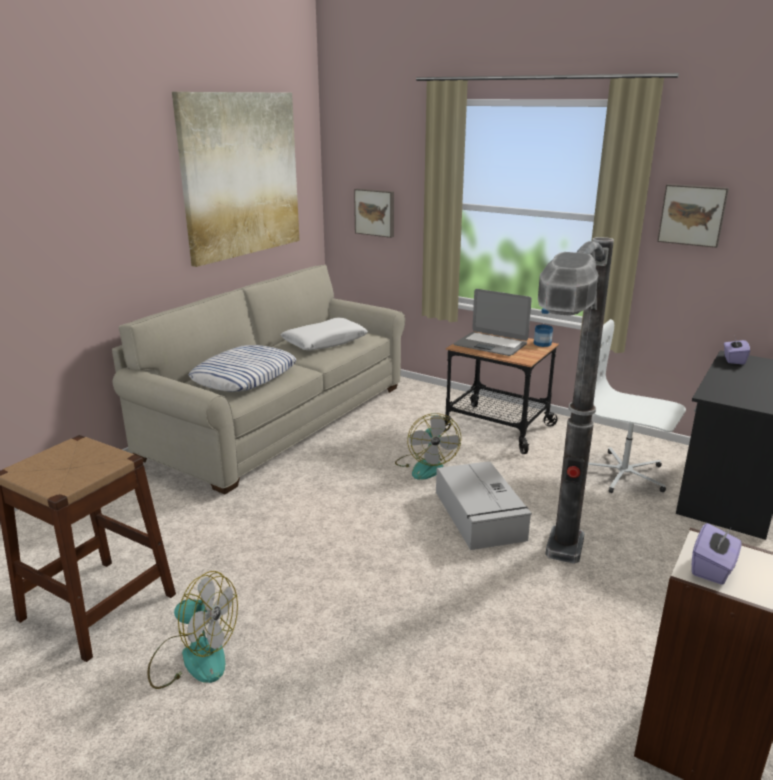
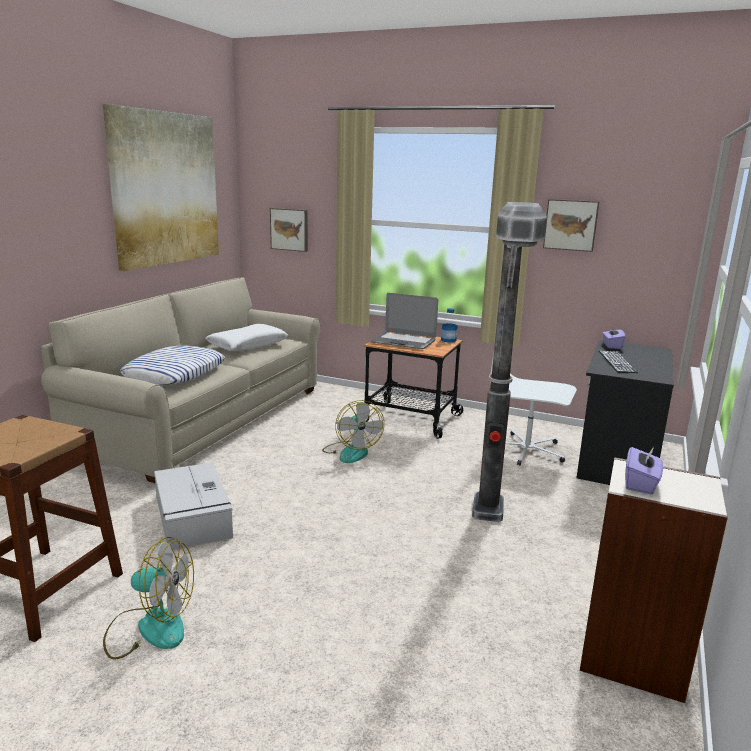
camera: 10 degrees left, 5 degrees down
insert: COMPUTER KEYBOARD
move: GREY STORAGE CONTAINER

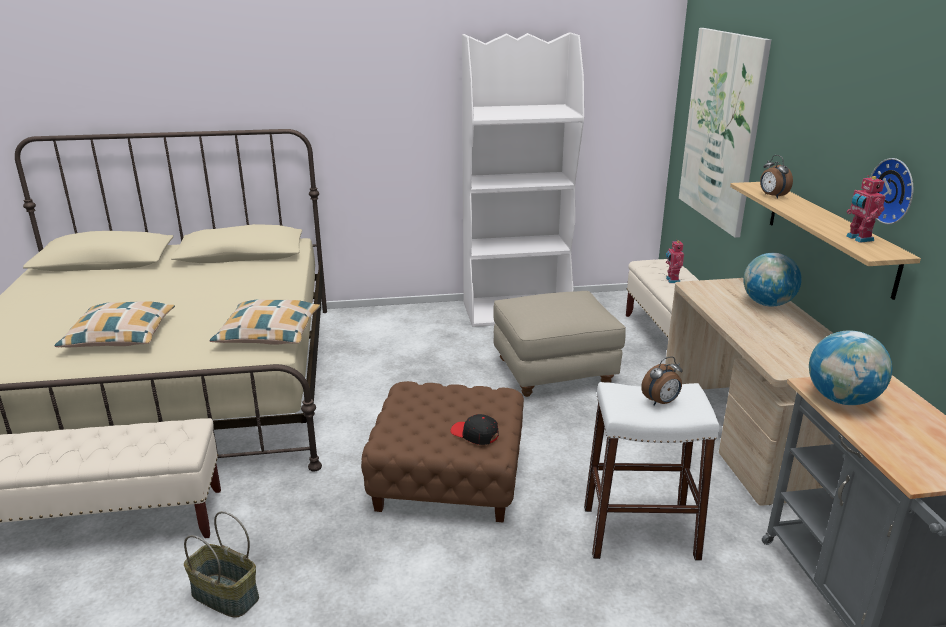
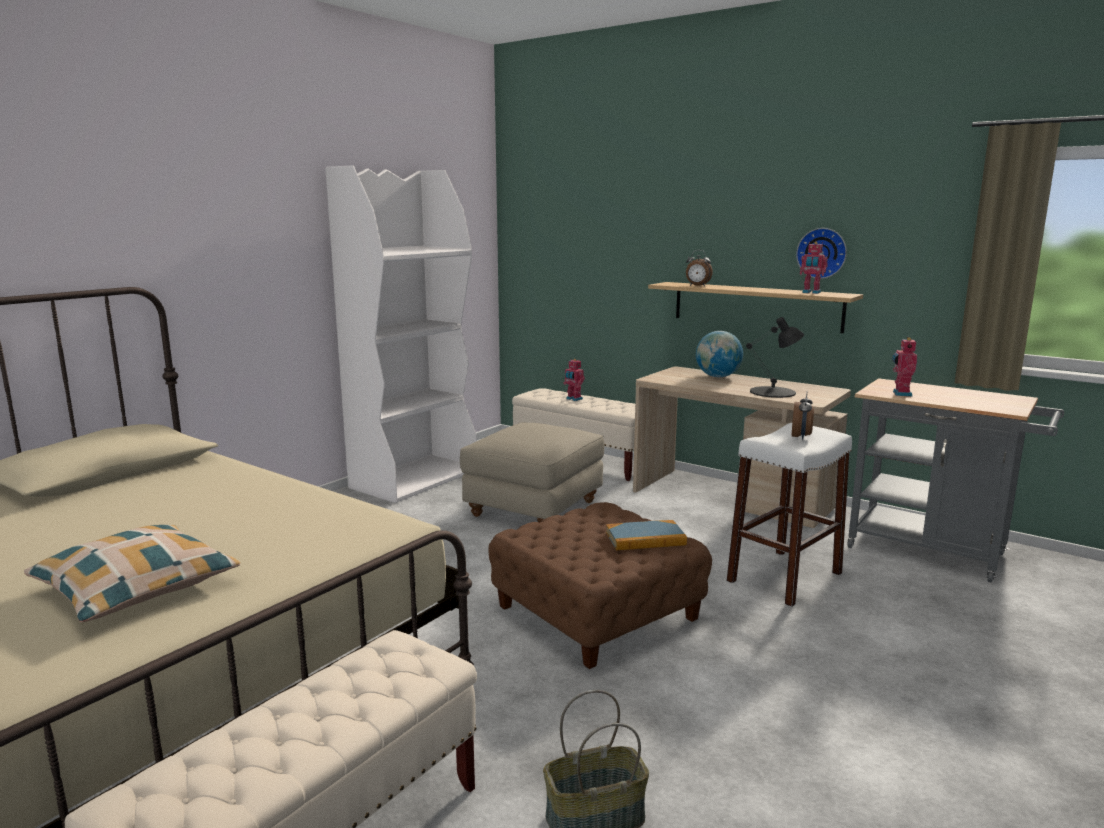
camera: 45 degrees left, 10 degrees down
delete: THROW PILLOW (2nd from left); PICTURE
insert: BLACK LAMP FOR A TABLE
replace: BLACK BASEBALL CAP to BOOK; DESK GLOBE (2nd from left) to TOY ROBOT (3rd from left)

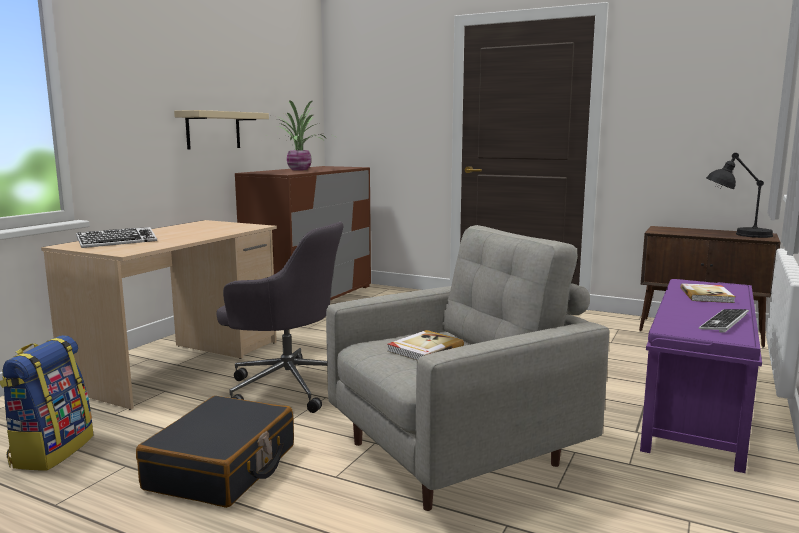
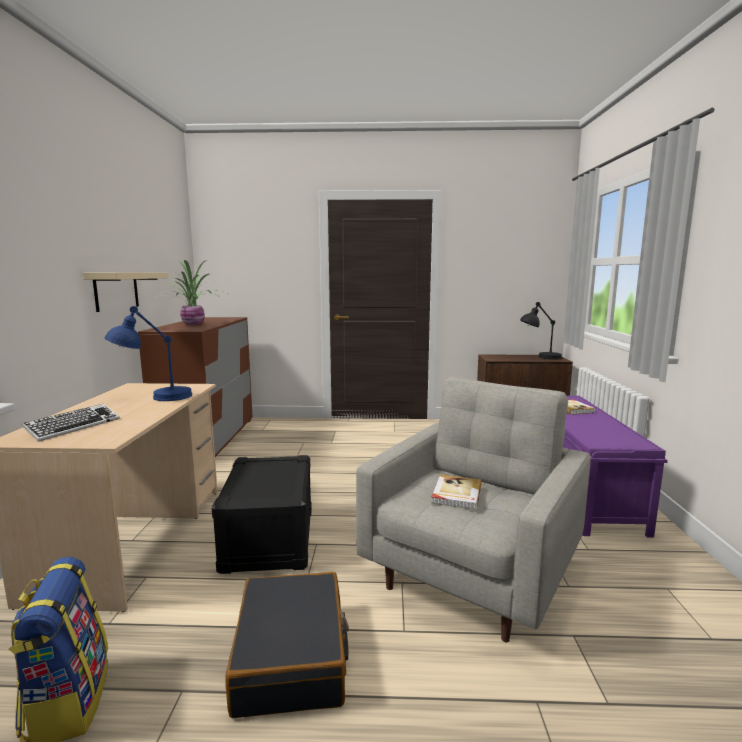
camera: 25 degrees left, 0 degrees up
delete: COMPUTER KEYBOARD (2nd from left)
insert: BLUE-COLOURED LAMP FOR A TABLE
replace: GREY DESK CHAIR to BLACK STORAGE CONTAINER

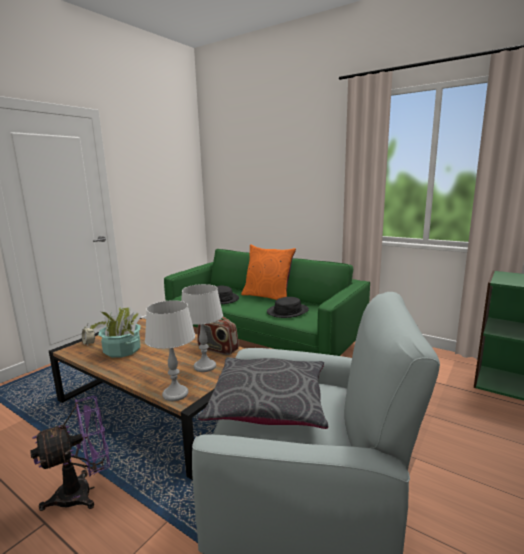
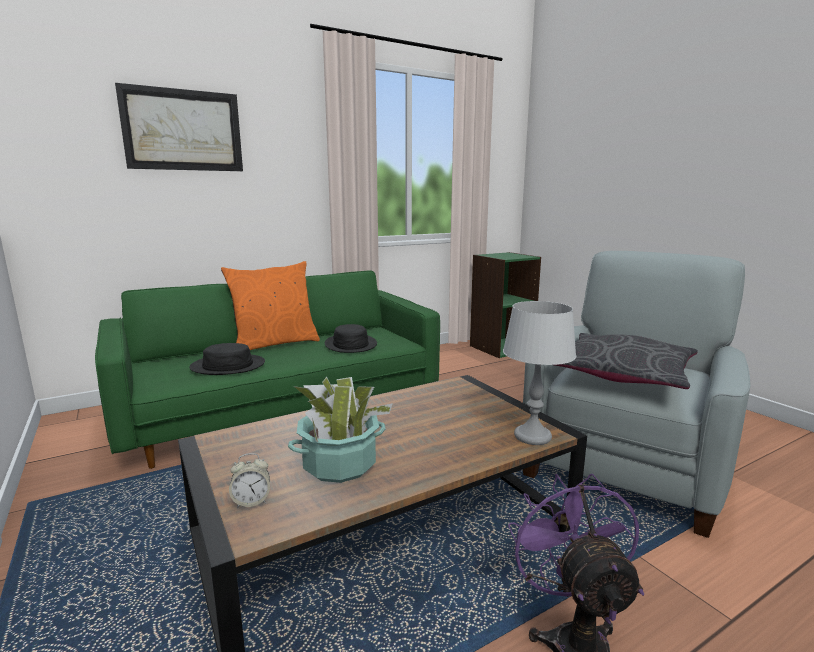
camera: 65 degrees left, 0 degrees up
delete: GREY LAMP FOR A TABLE (2nd from left); RADIO SET
insert: PICTURE

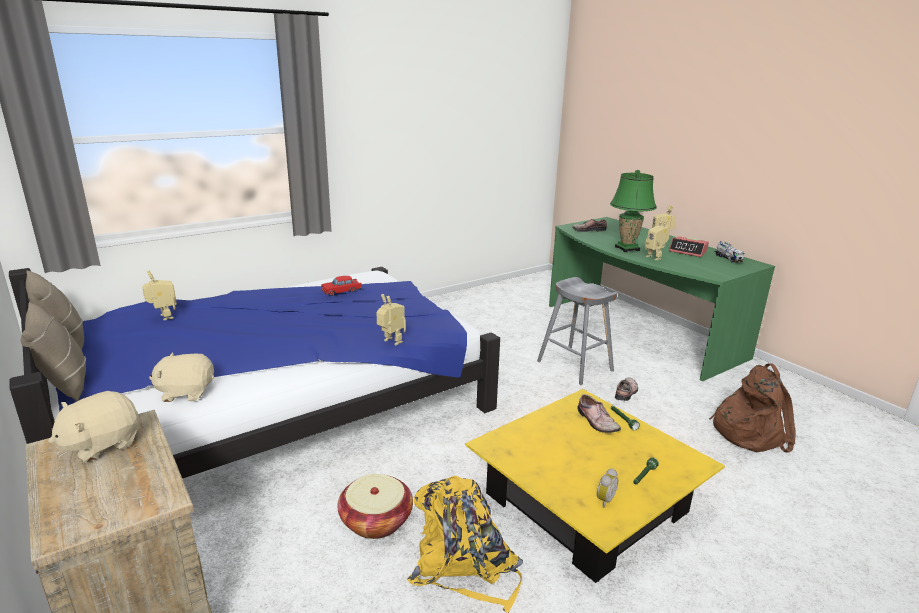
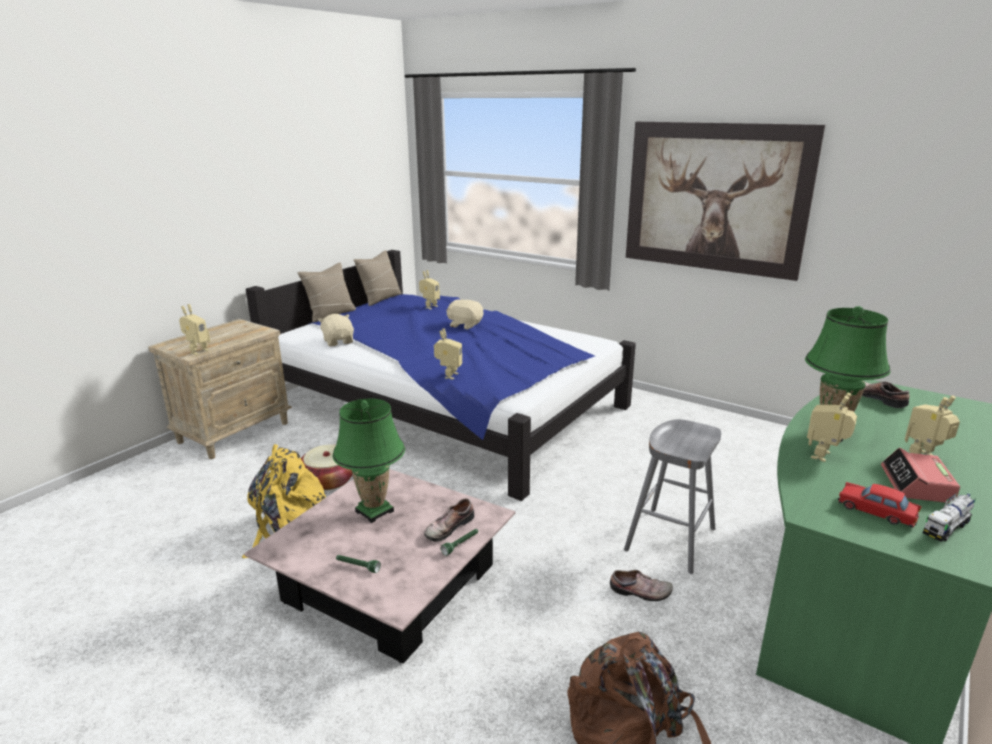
camera: 70 degrees right, 0 degrees up
delete: BEDSIDE CLOCK (1st from left)
insert: TOY ROBOT (1st from left); GREEN-COLOURED LAMP FOR A TABLE (1st from left); PICTURE
move: BEIGE-COLOURED CUDDLY TOY (1st from left in the first image) to BEIGE-COLOURED CUDDLY TOY (2nd from left); REDDISH MODEL CAR
recolor: YELLOW LOUNGE TABLE to PINKISH LOUNGE TABLE

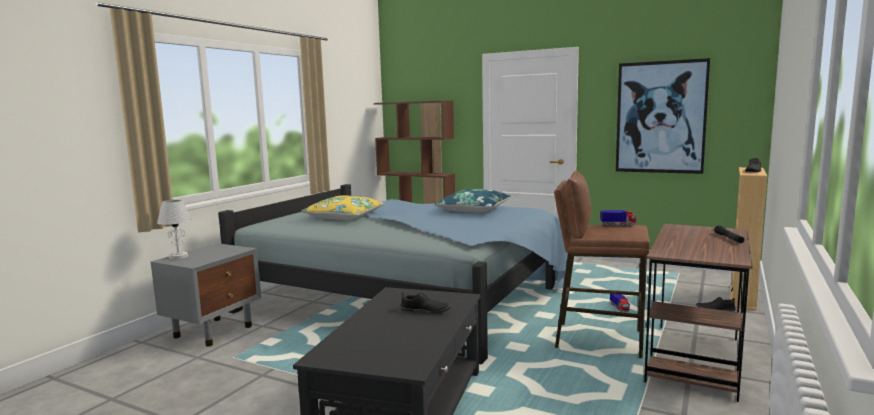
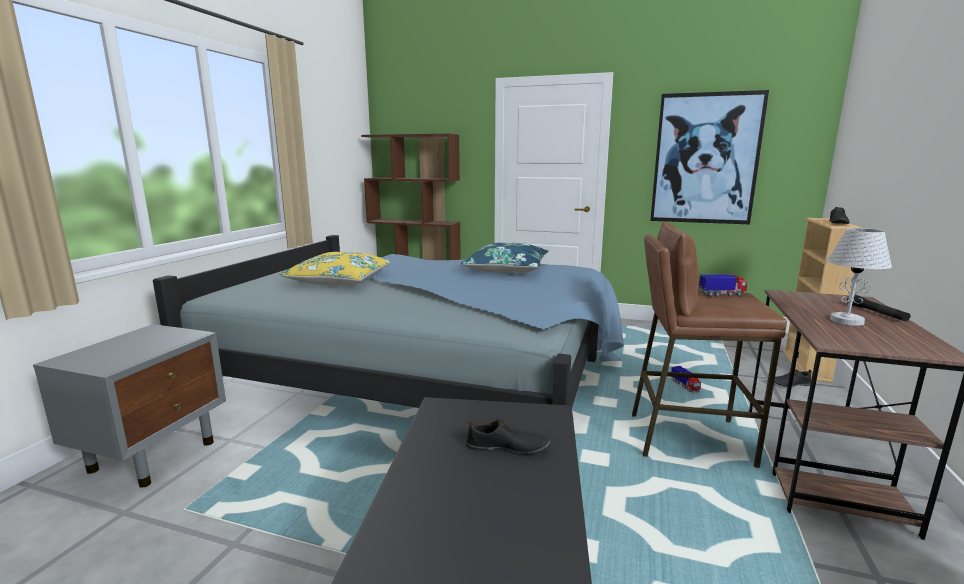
camera: 10 degrees left, 5 degrees up
move: WHITISH LAMP FOR A TABLE

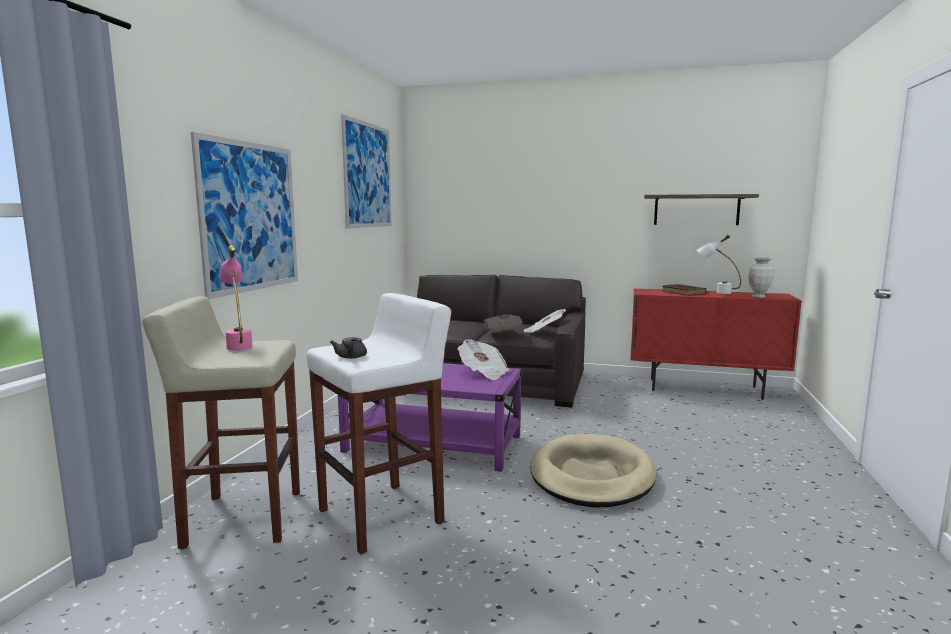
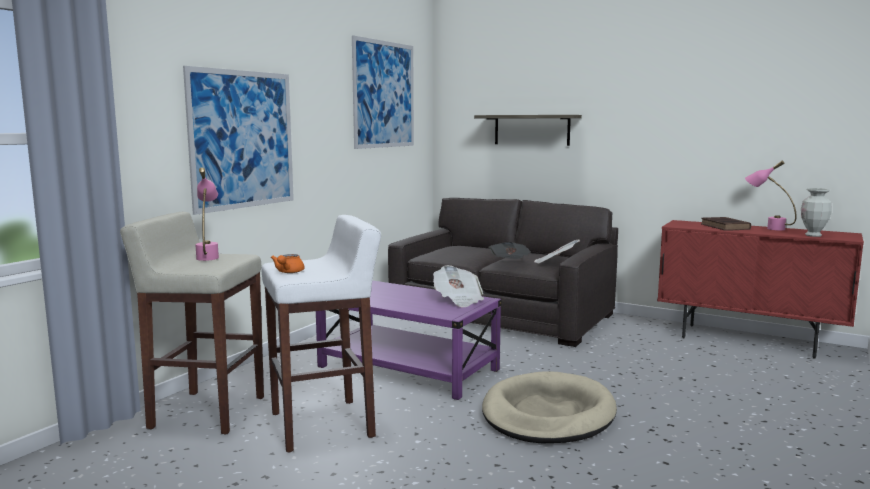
camera: 15 degrees right, 0 degrees up
move: SHELF
recolor: GREY TEAPOT to ORANGEY TEAPOT; WHITISH LAMP FOR A TABLE to PINKISH LAMP FOR A TABLE (2nd from left)

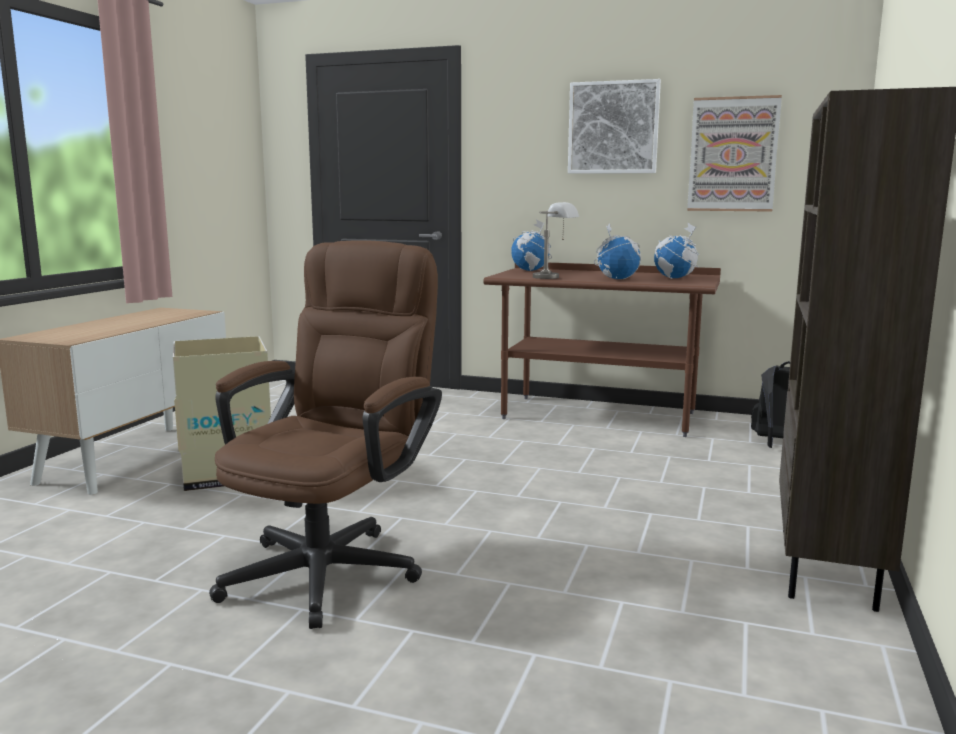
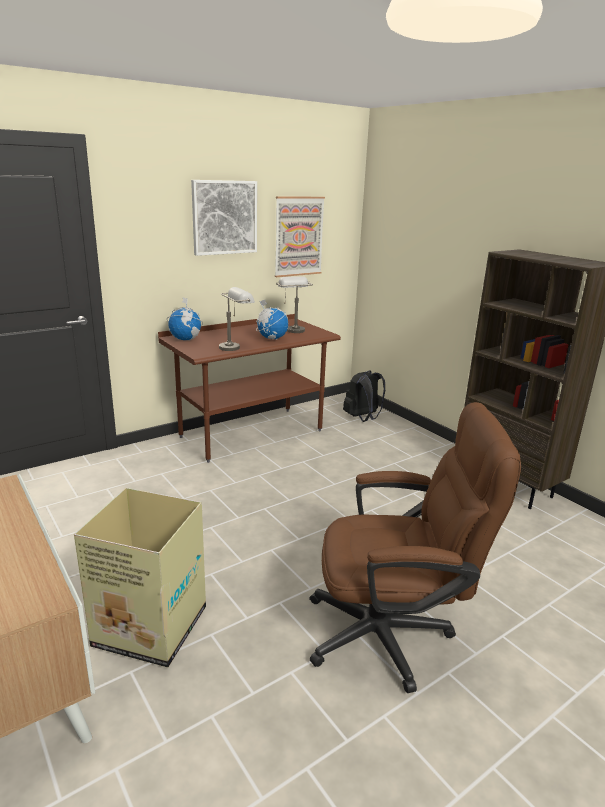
camera: 55 degrees left, 10 degrees up
replace: DESK GLOBE (3rd from left) to GREY LAMP FOR A TABLE (2nd from left)
rotate: BROWN-COLOURED DESK CHAIR 120 degrees clockwise

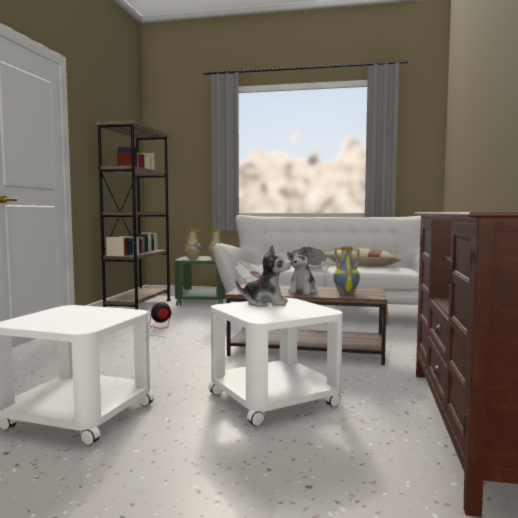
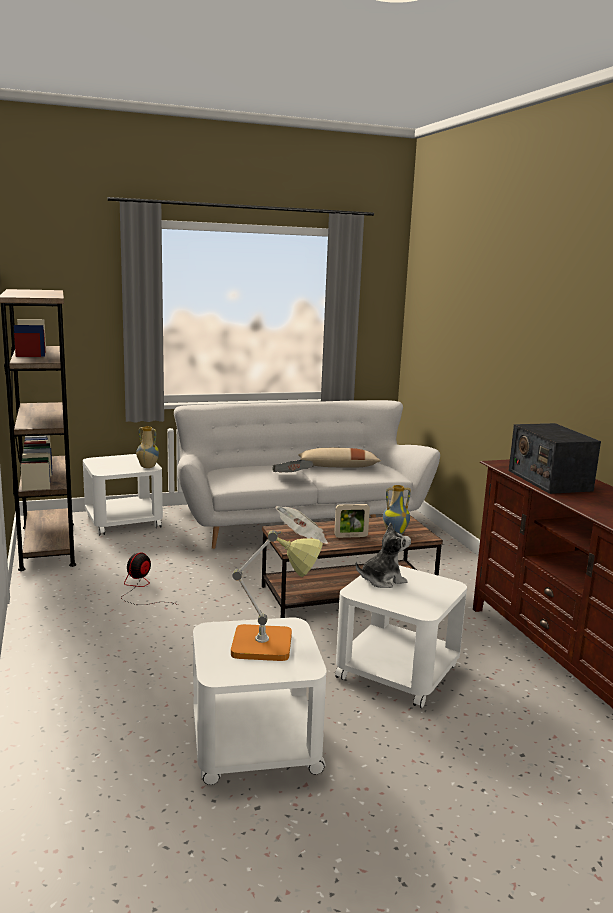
camera: 30 degrees left, 10 degrees up
delete: VASE (1st from left)
insert: LAMP FOR A TABLE; RADIO SET
replace: CUDDLY TOY (2nd from left) to PICTURE FRAME
recolor: GREEN-COLOURED SIDE TABLE to WHITISH SIDE TABLE (1st from left)

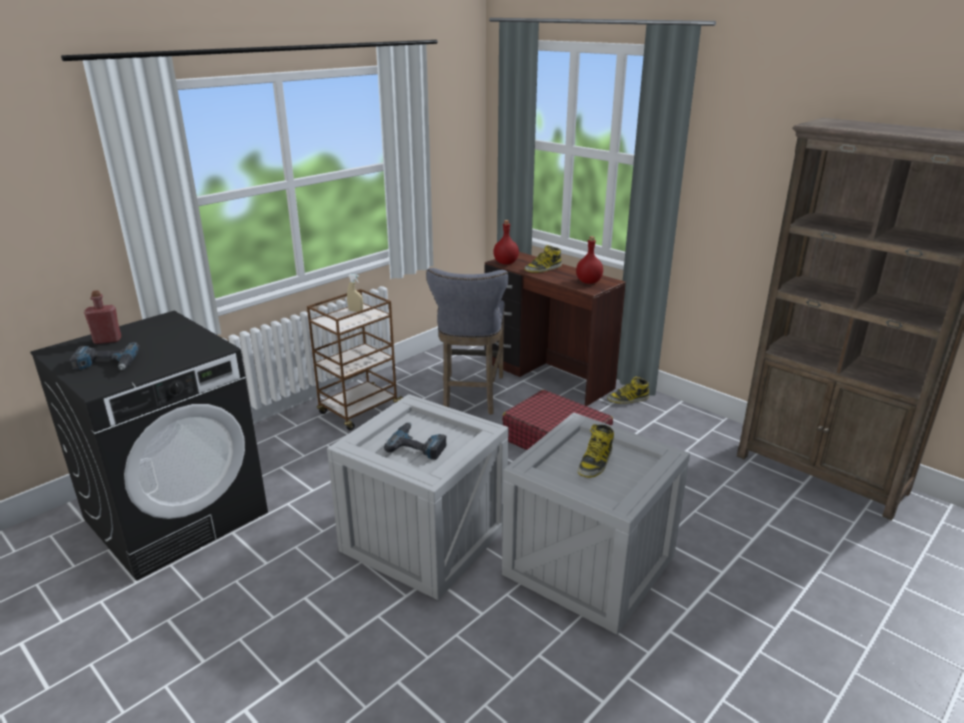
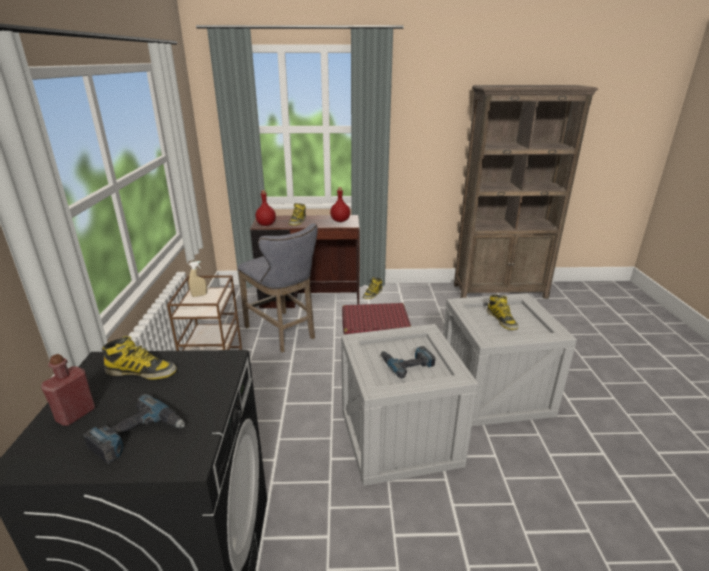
camera: 45 degrees left, 0 degrees up
insert: HIGH-TOP BOOT (1st from left)

